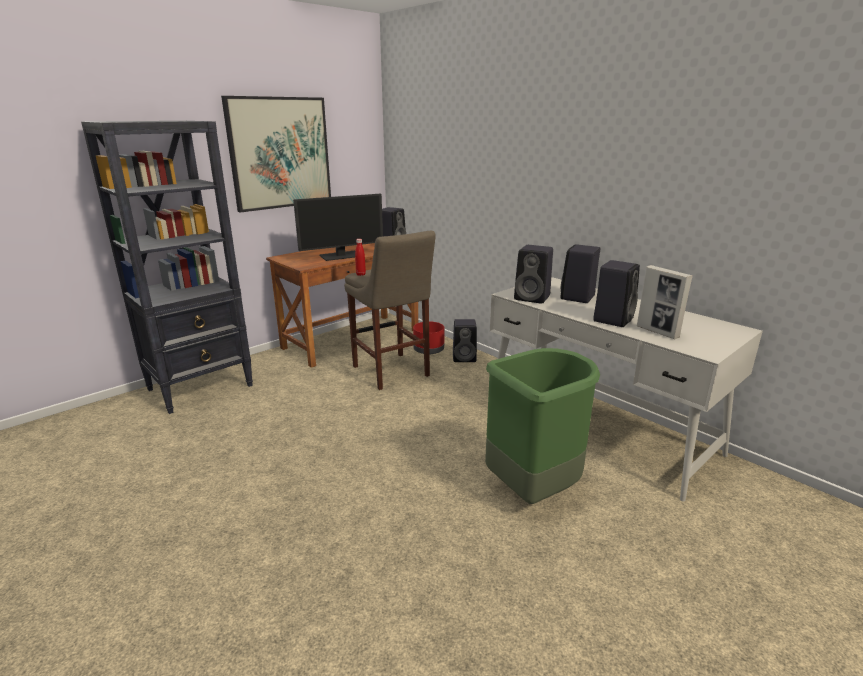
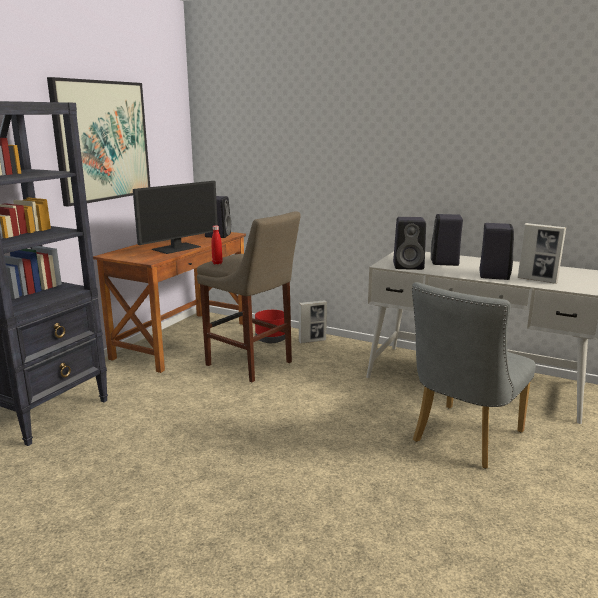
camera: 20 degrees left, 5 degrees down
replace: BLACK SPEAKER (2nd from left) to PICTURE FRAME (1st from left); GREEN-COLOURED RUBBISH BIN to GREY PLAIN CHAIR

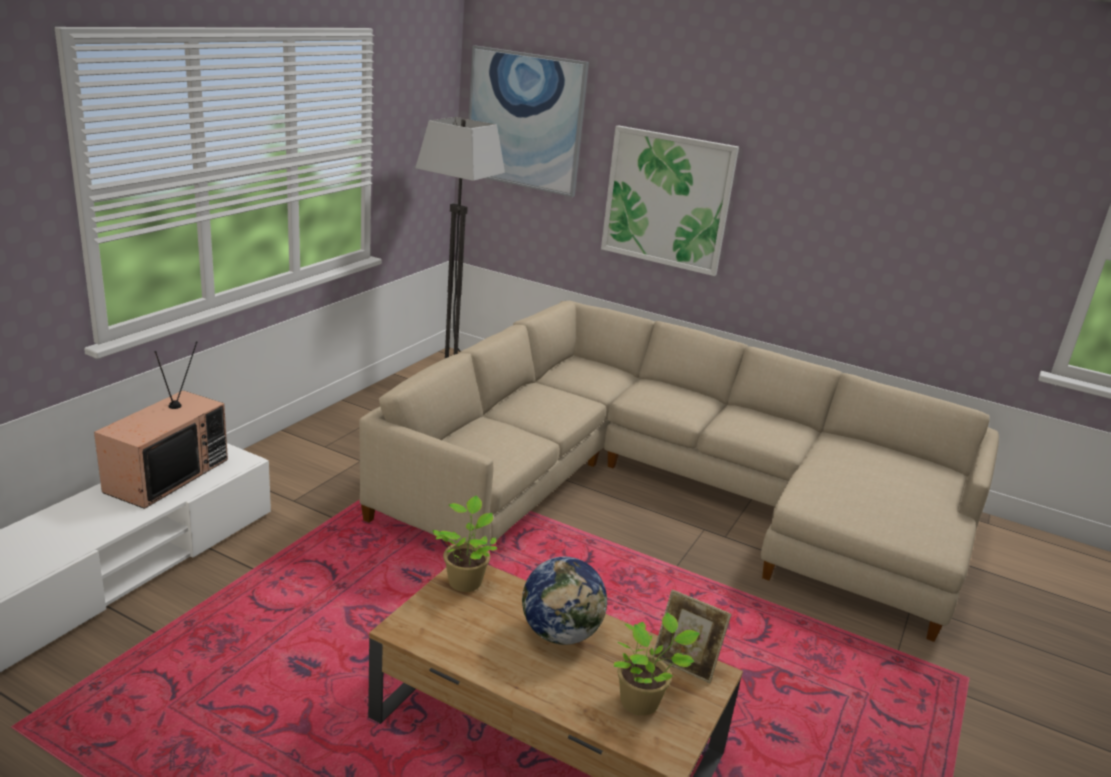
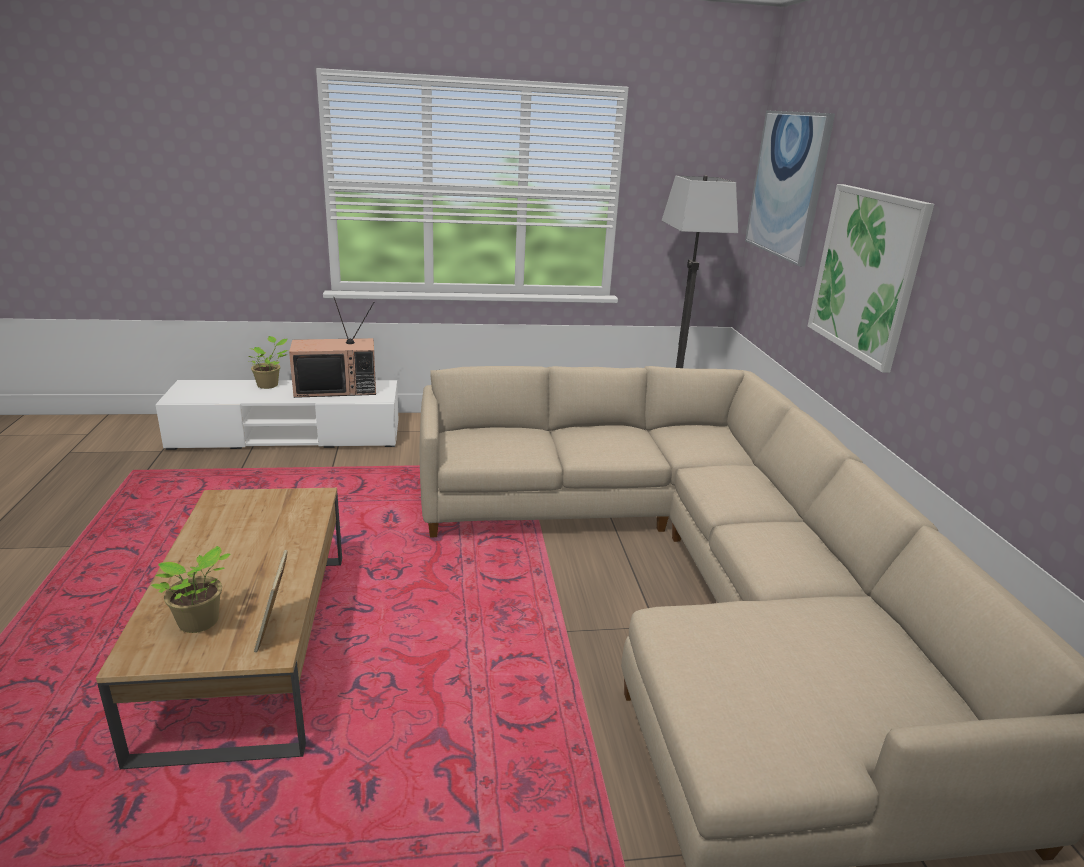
camera: 55 degrees right, 0 degrees up
delete: DESK GLOBE
move: POTTED PLANT (1st from left in the first image) to POTTED PLANT (2nd from left)

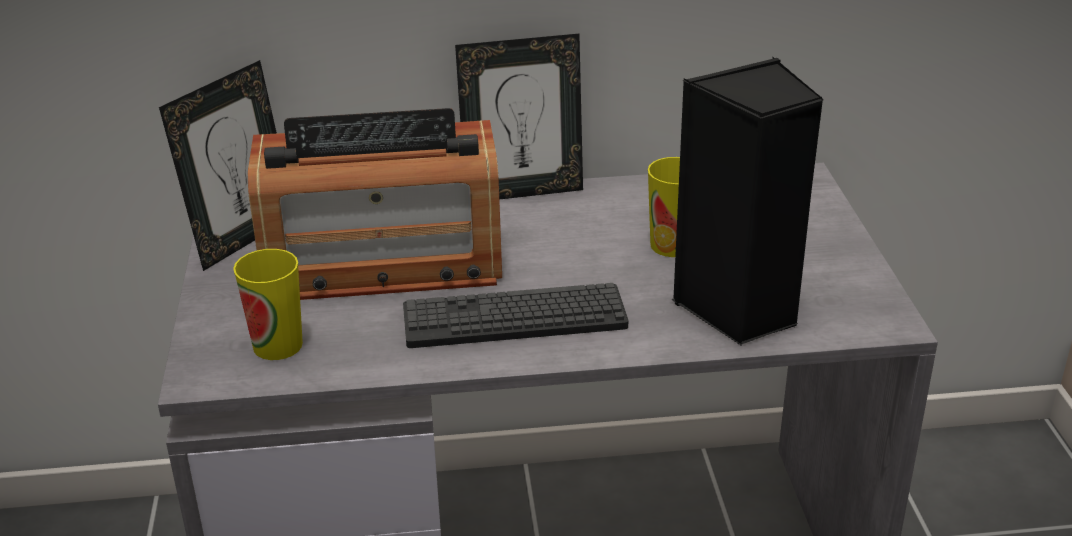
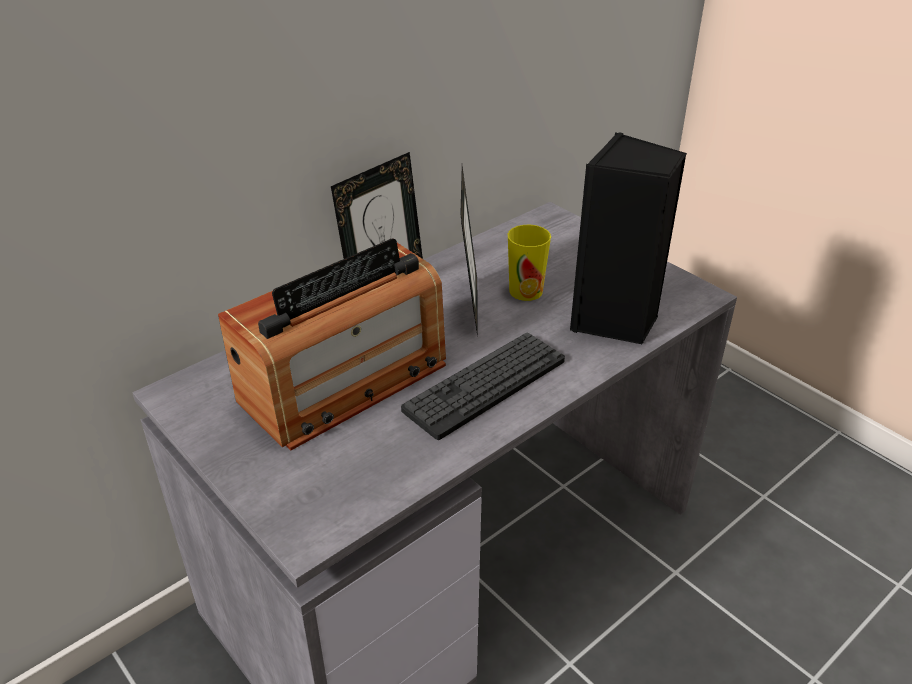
camera: 35 degrees left, 5 degrees up
delete: DRINKING CUP (1st from left)
move: PICTURE FRAME (1st from left in the first image) to PICTURE FRAME (2nd from left)

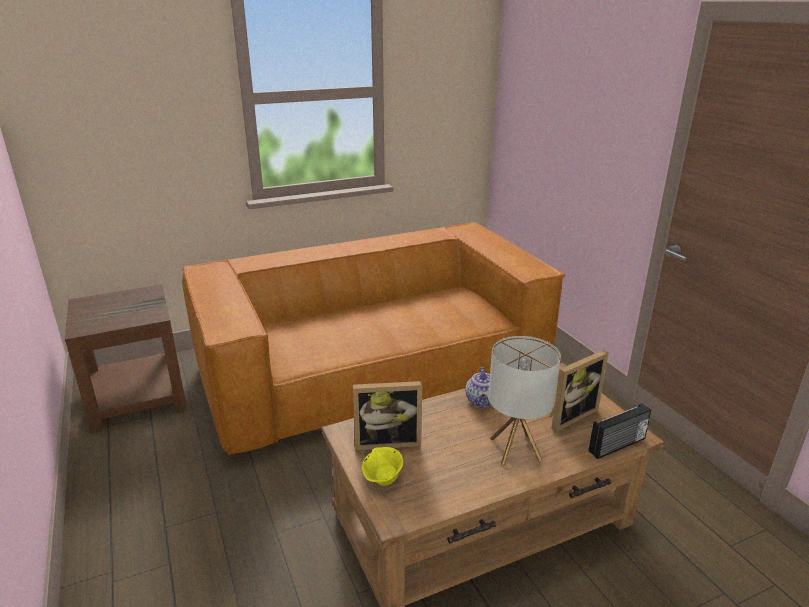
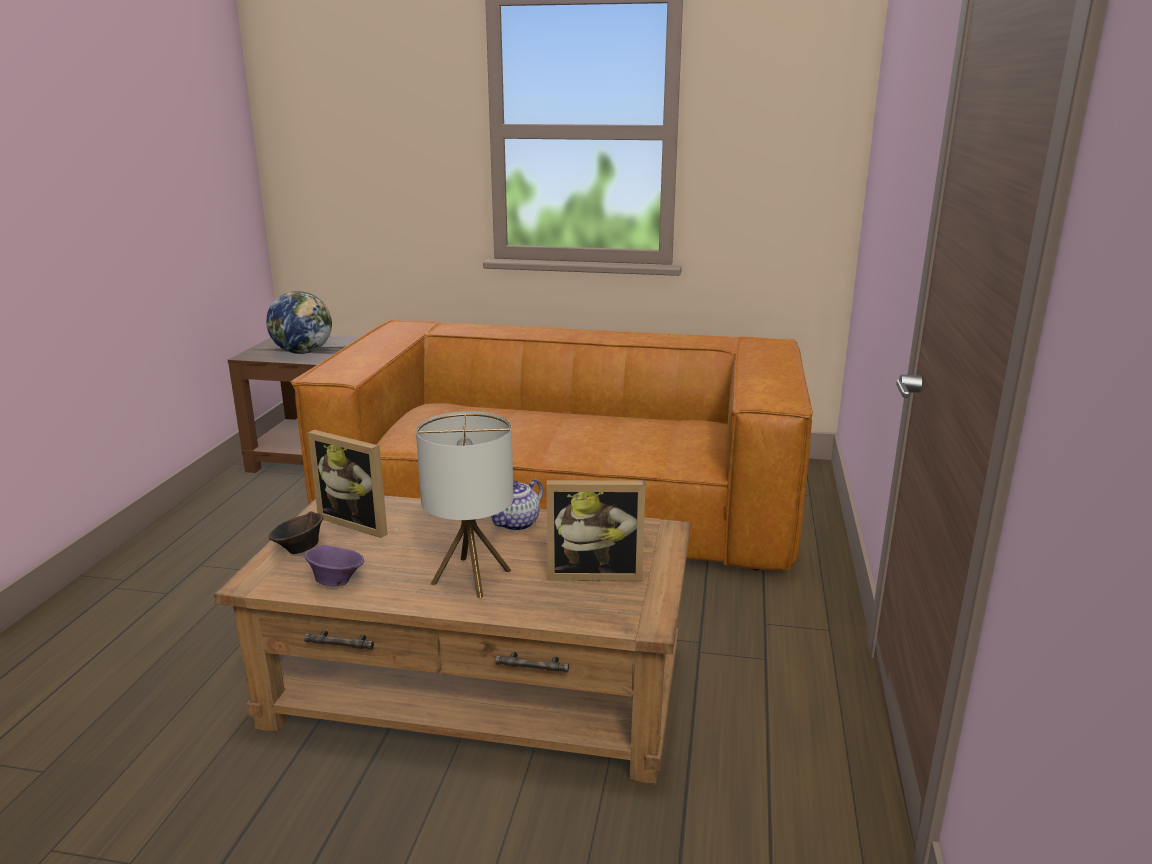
camera: 35 degrees right, 5 degrees down
delete: RADIO SET
insert: DESK GLOBE; PURPLISH SERVING BOWL
recolor: YELLOW SERVING BOWL to BROWN-COLOURED SERVING BOWL

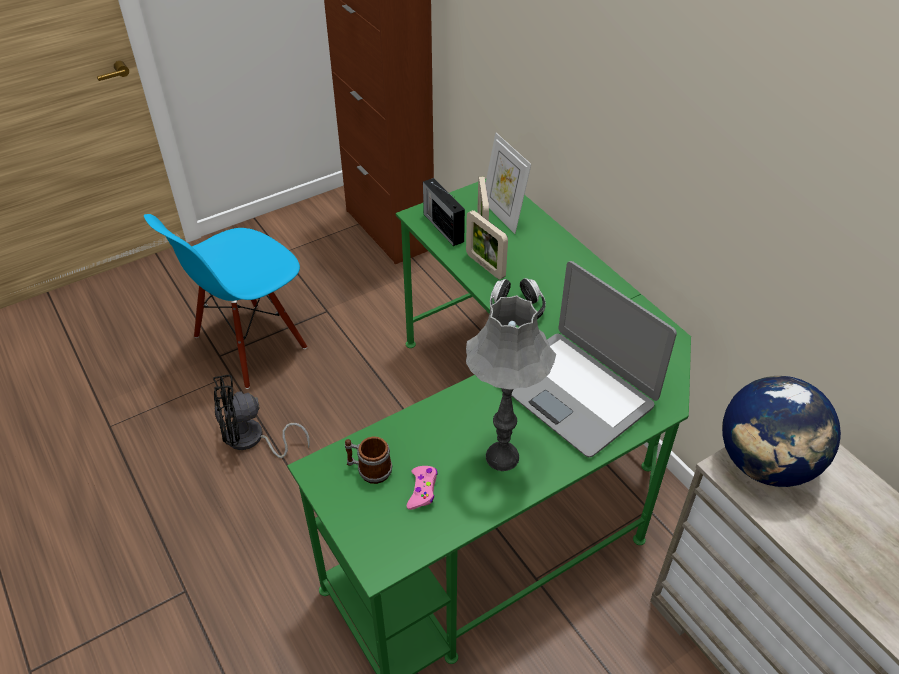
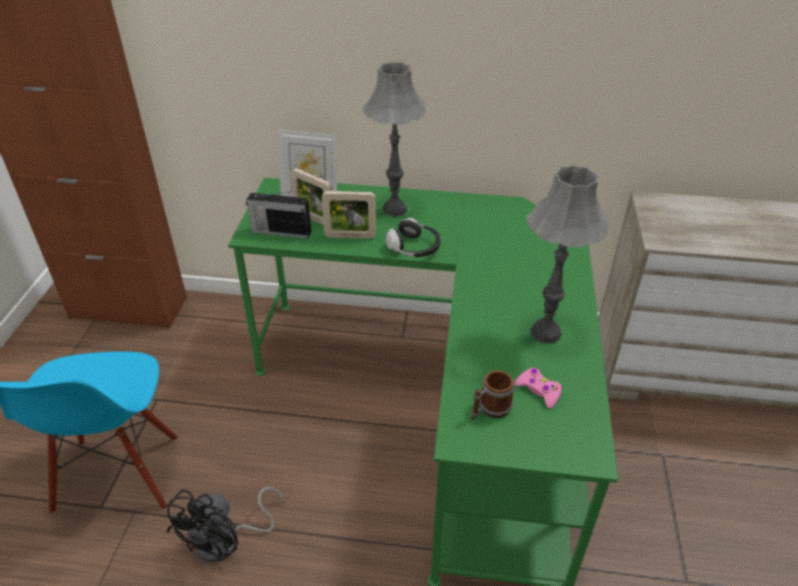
camera: 50 degrees left, 5 degrees down
delete: NOTEBOOK COMPUTER; DESK GLOBE
insert: GREY LAMP FOR A TABLE (1st from left)

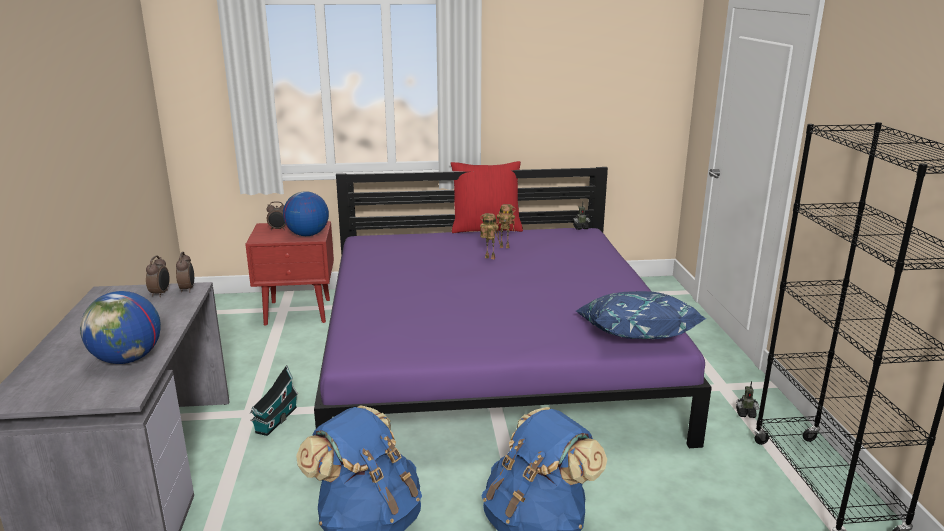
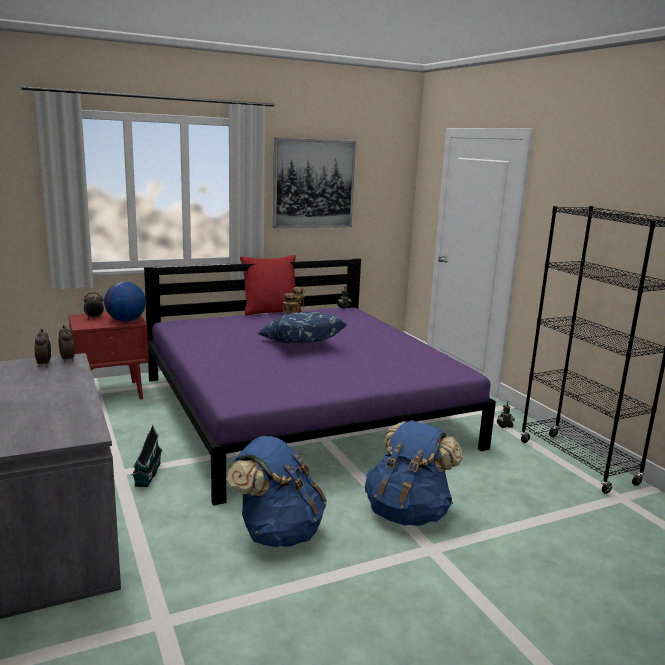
camera: 20 degrees left, 5 degrees down
delete: DESK GLOBE (1st from left)
insert: PICTURE
move: BLUE-COLOURED THROW PILLOW

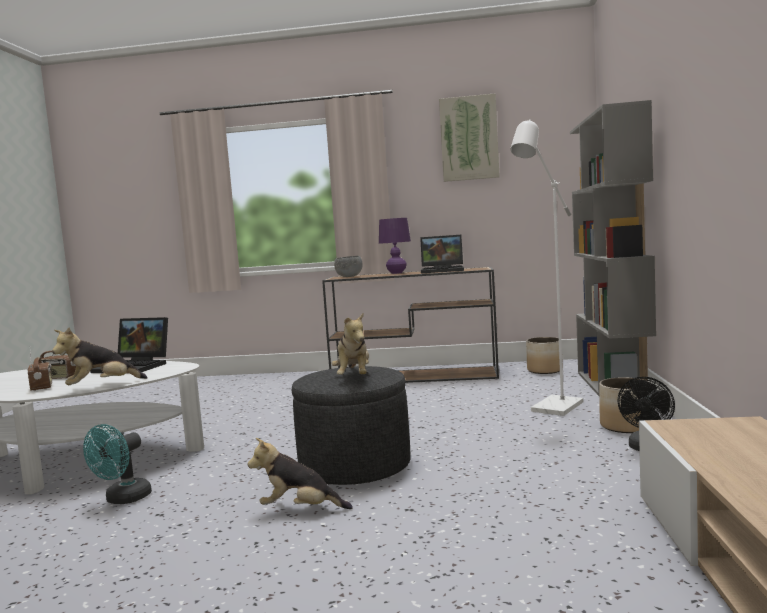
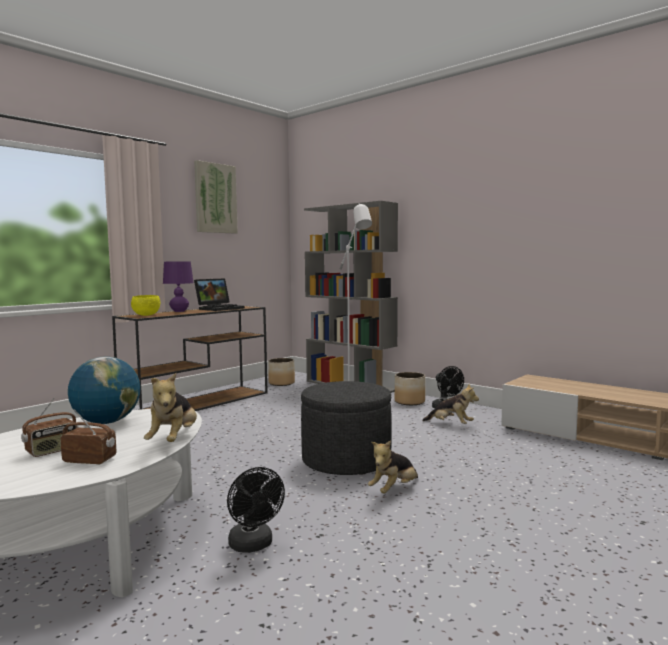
camera: 55 degrees left, 0 degrees up
move: CUDDLY TOY (3rd from left)
replace: NOTEBOOK COMPUTER (1st from left) to DESK GLOBE
recolor: BLUE-GREEN COOLING FAN to BLACK COOLING FAN (1st from left); GREY SERVING BOWL to YELLOW SERVING BOWL

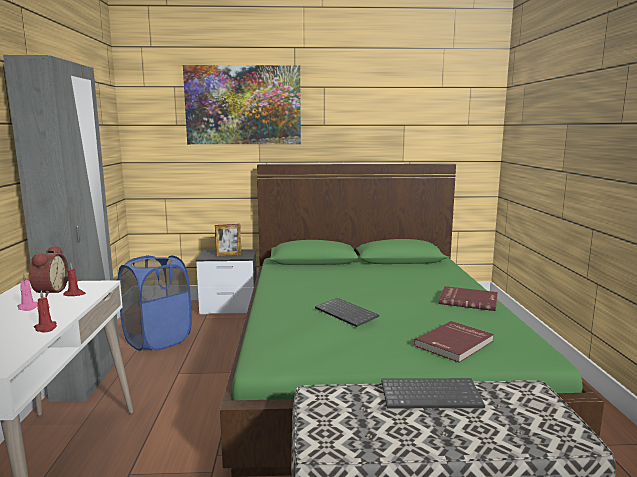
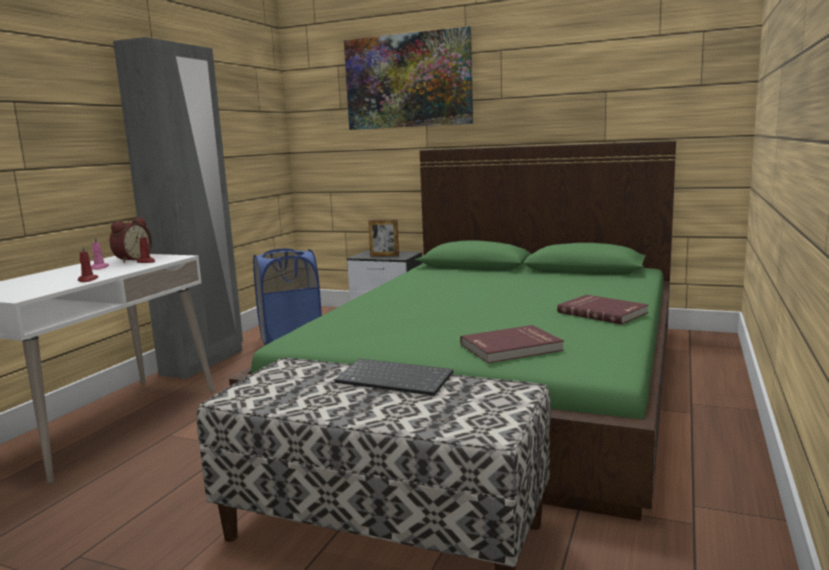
camera: 25 degrees right, 0 degrees up
delete: COMPUTER KEYBOARD (1st from left)

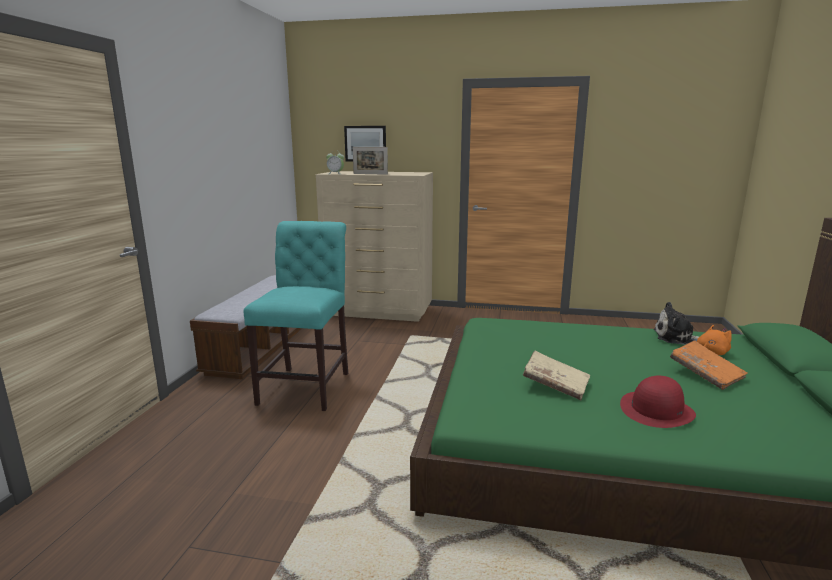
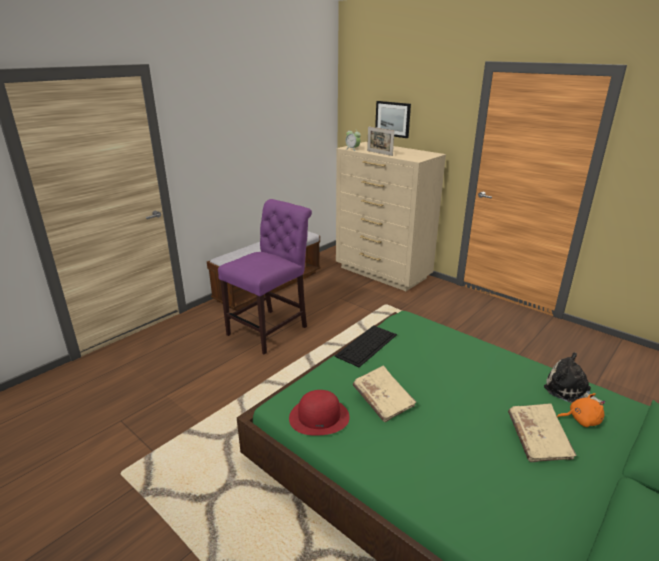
camera: 30 degrees right, 10 degrees up
insert: COMPUTER KEYBOARD
move: REDDISH CLOTHING HAT
recolor: BLUE-GREEN PLAIN CHAIR to PURPLISH PLAIN CHAIR; ORANGEY BOOK to BEIGE-COLOURED BOOK (2nd from left)

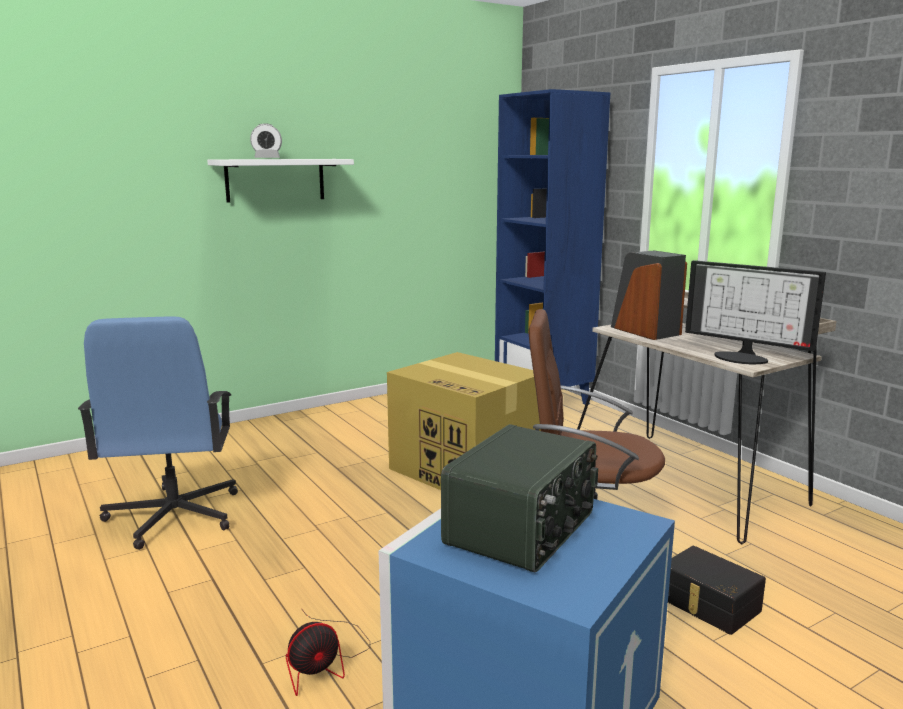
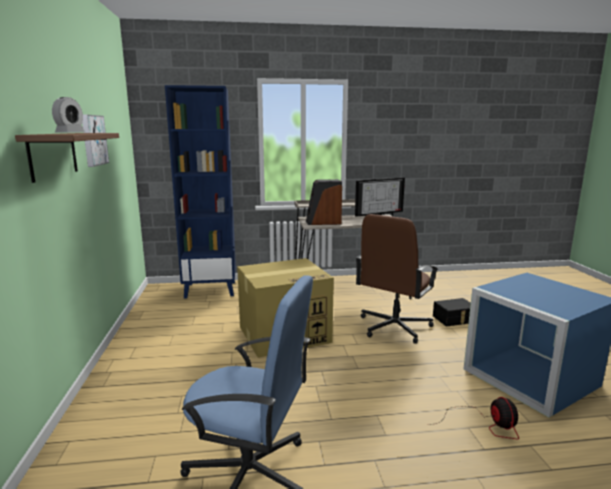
camera: 65 degrees left, 0 degrees up
delete: RADIO SET
insert: PICTURE
recolor: WHITISH SHELF to BROWN-COLOURED SHELF

